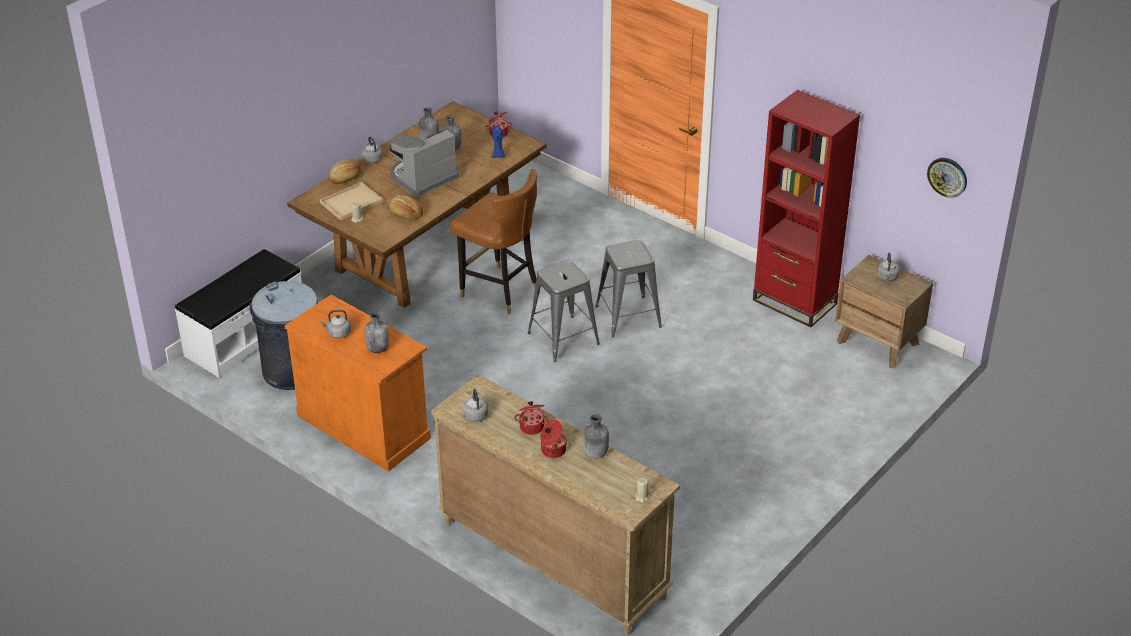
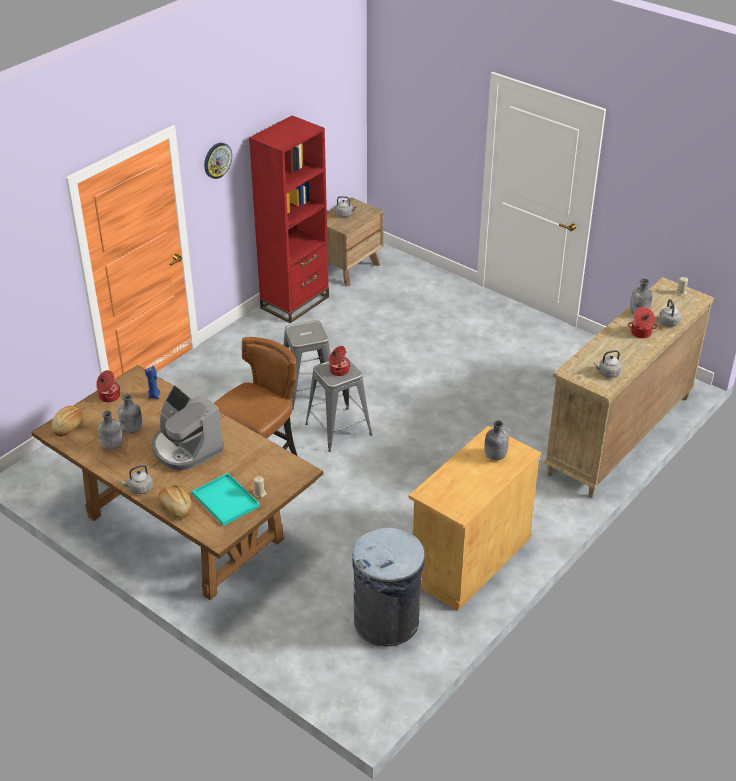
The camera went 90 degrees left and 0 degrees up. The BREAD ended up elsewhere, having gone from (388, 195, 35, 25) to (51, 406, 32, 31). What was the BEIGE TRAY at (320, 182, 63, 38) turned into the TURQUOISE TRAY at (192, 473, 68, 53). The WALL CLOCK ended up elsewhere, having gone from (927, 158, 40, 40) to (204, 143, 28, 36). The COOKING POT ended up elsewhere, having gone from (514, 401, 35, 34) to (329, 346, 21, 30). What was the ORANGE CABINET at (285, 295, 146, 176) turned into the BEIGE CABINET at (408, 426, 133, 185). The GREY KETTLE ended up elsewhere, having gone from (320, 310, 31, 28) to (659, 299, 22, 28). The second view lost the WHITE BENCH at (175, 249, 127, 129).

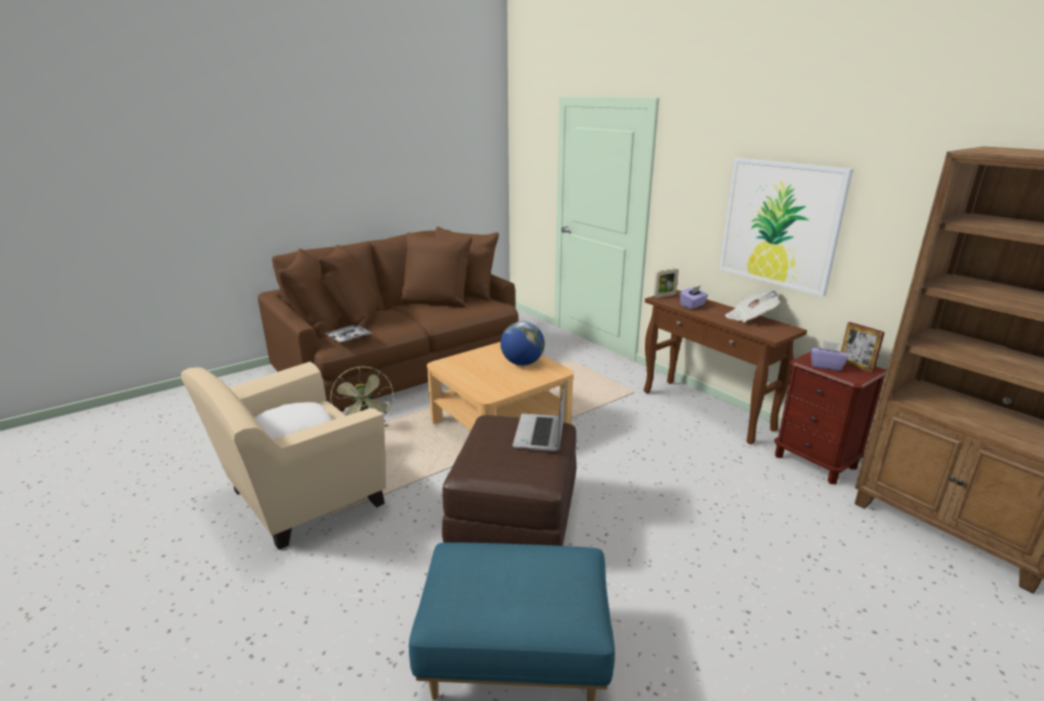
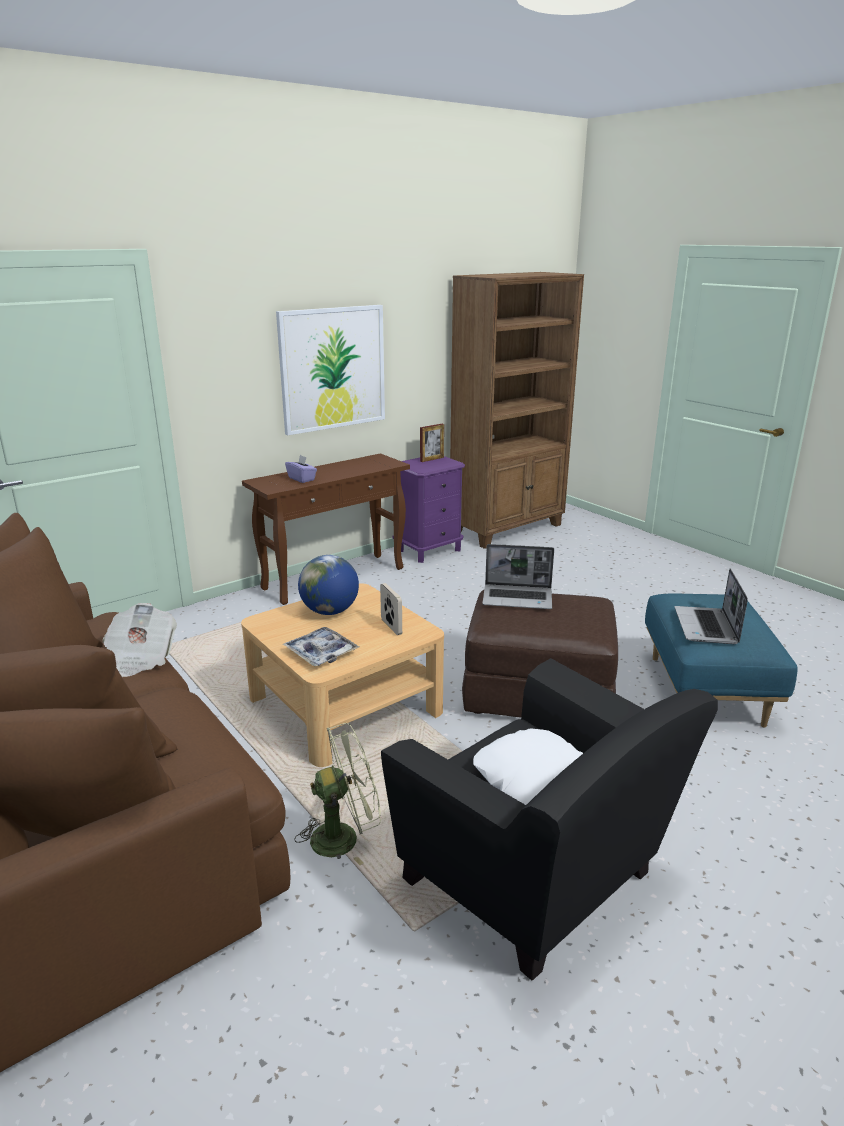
The camera went 90 degrees left and 0 degrees up. The NEWSPAPER ended up elsewhere, having gone from (725, 290, 55, 32) to (103, 603, 74, 74). The TRAY ended up elsewhere, having gone from (325, 325, 47, 18) to (283, 627, 76, 39). The PICTURE FRAME ended up elsewhere, having gone from (653, 268, 26, 30) to (380, 583, 22, 52). What was the BEIGE ARMCHAIR at (181, 362, 205, 188) turned into the BLACK ARMCHAIR at (381, 658, 337, 323). What was the BROWN NIGHTSTAND at (774, 348, 113, 136) turned into the PURPLE NIGHTSTAND at (392, 456, 73, 107). The second view gained the LAPTOP at (675, 568, 73, 76). The second view lost the PURPLE TISSUE BOX at (811, 341, 37, 30).

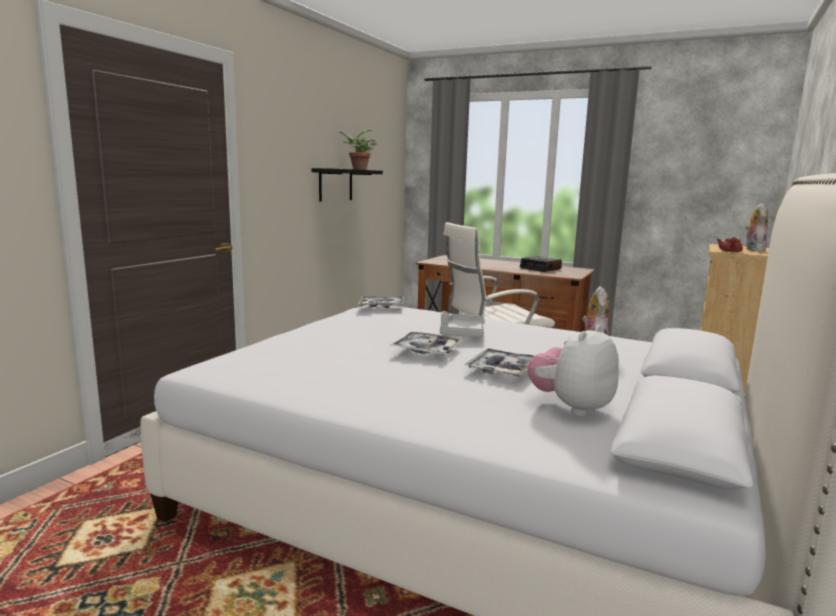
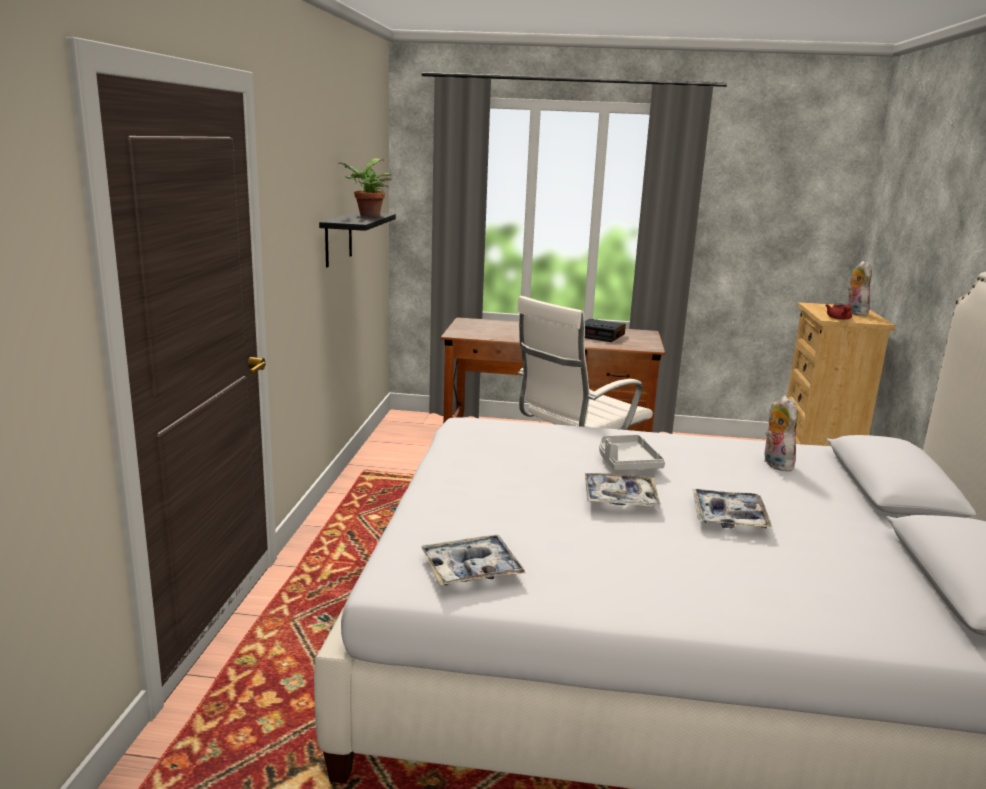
The camera went 20 degrees left and 5 degrees up. The TRAY ended up elsewhere, having gone from (358, 296, 46, 12) to (421, 535, 104, 50). The second view lost the PLUSH TOY at (527, 325, 92, 91).

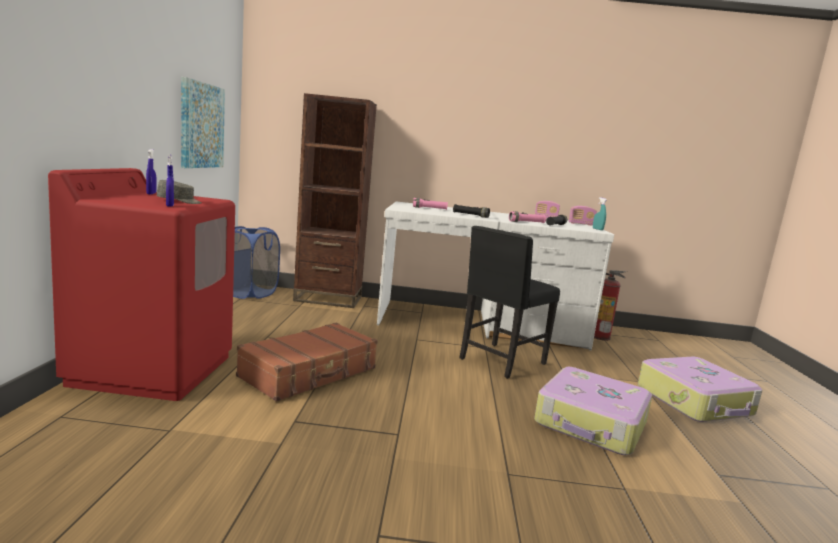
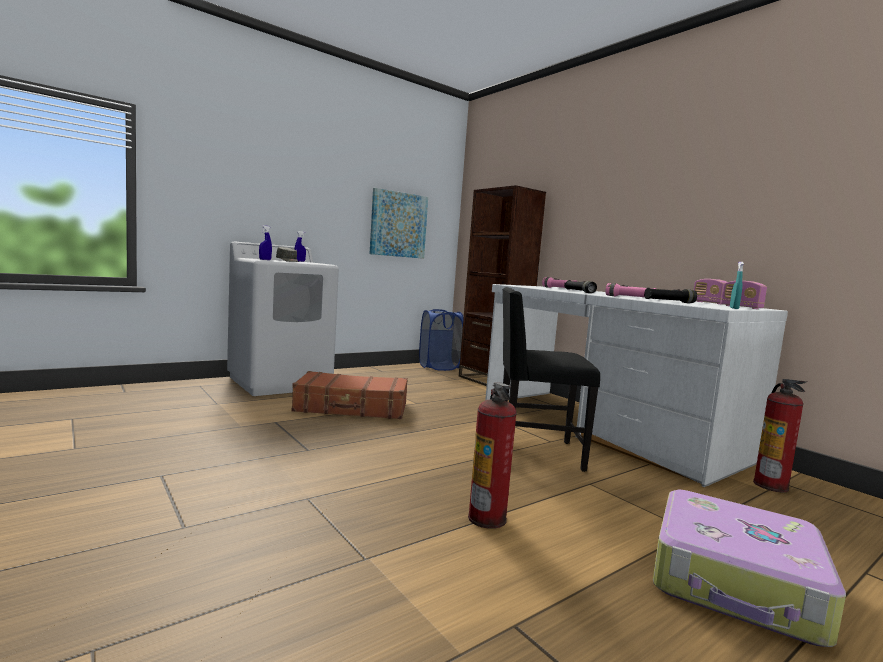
The camera went 50 degrees right and 5 degrees down. What was the RED WASHING MACHINE at (48, 168, 187, 233) turned into the WHITE WASHING MACHINE at (227, 242, 112, 154). Where the SUITCASE stood at (534, 367, 118, 88), the FIRE EXTINGUISHER came to stand at (468, 383, 49, 146).

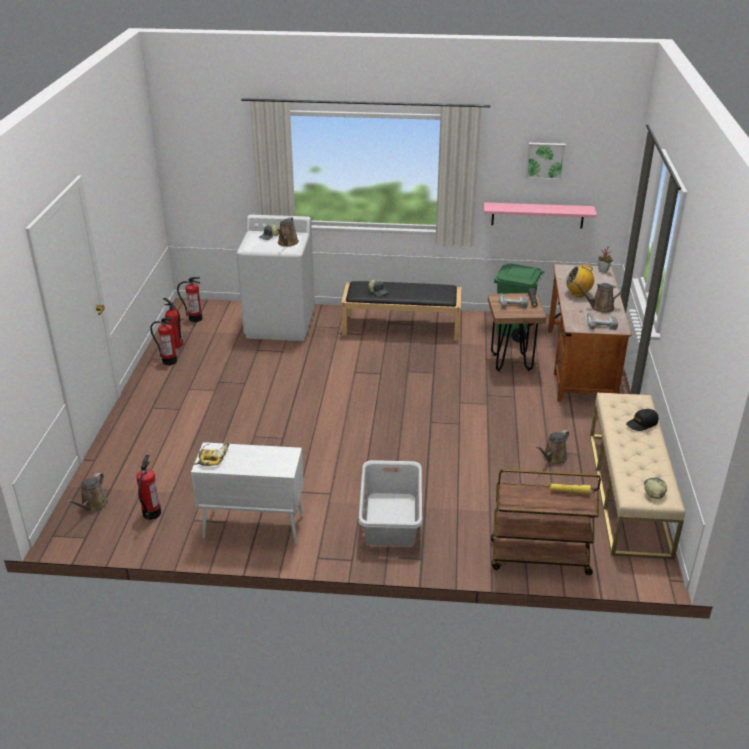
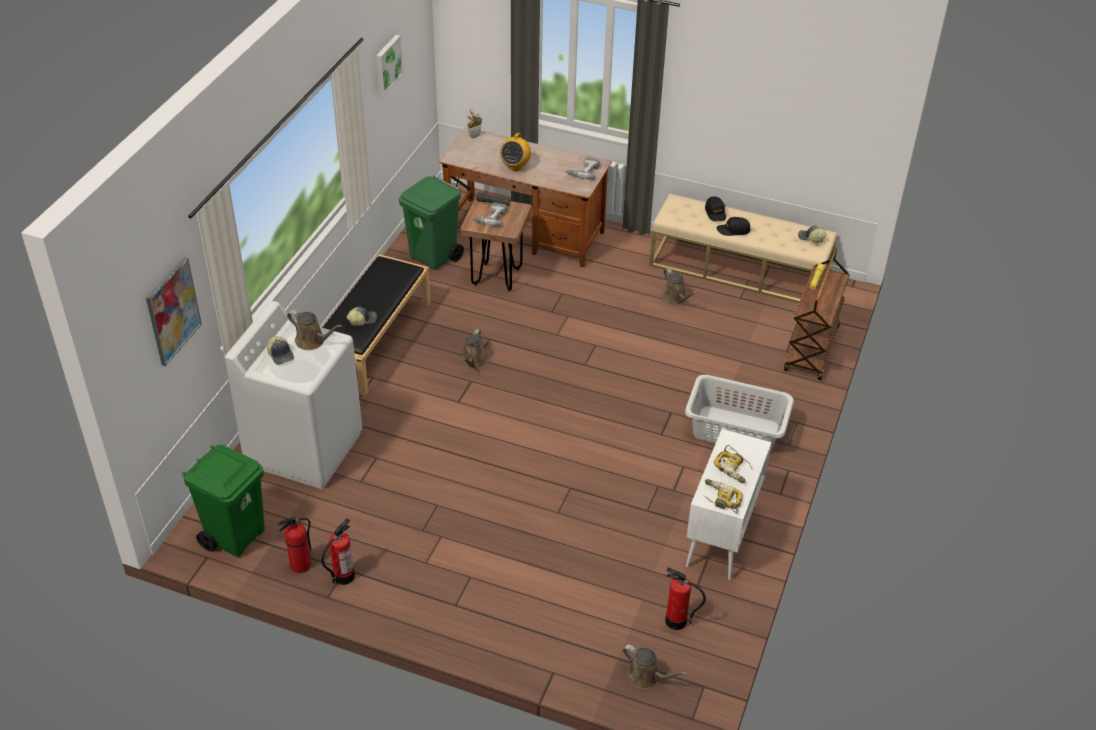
The camera went 75 degrees left and 10 degrees up. The second view gained the PICTURE at (146, 257, 56, 109). Where the FIRE EXTINGUISHER stood at (177, 277, 26, 45), the GREEN TRASH CAN came to stand at (182, 445, 83, 112). The BROWN WATERING CAN ended up elsewhere, having gone from (574, 282, 48, 31) to (461, 329, 26, 40). The second view gained the POWER DRILL at (714, 445, 38, 38). The second view gained the BLACK CAP at (717, 217, 34, 19). The second view lost the PINK SHELF at (484, 202, 113, 26).

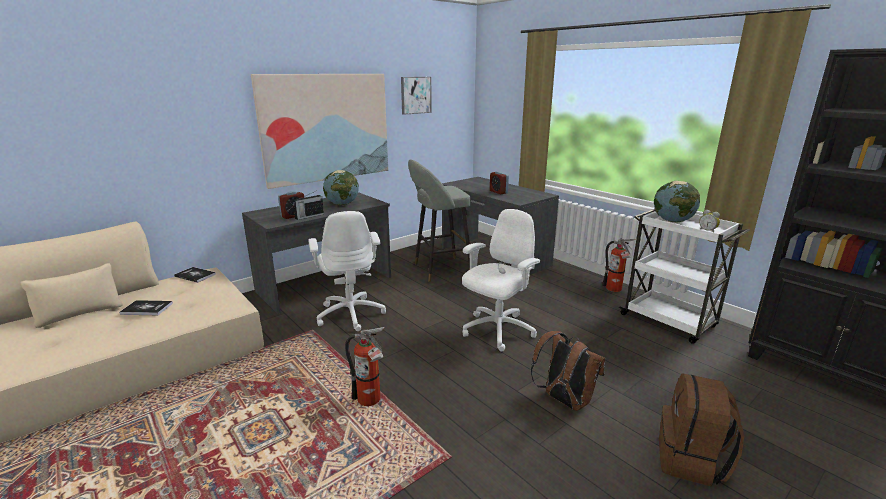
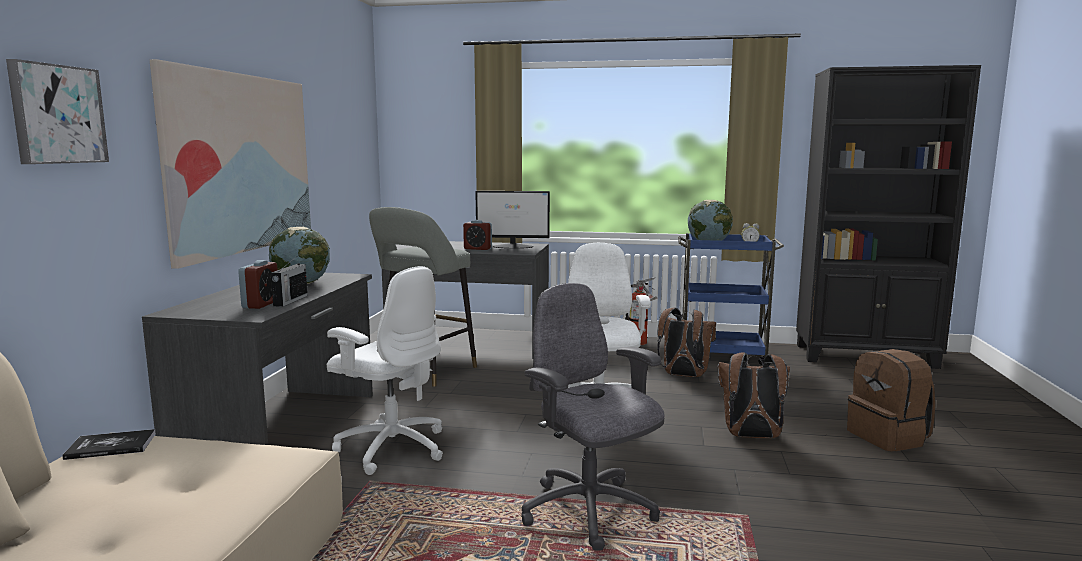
The camera went 40 degrees left and 10 degrees down. The PICTURE ended up elsewhere, having gone from (401, 77, 31, 38) to (6, 59, 103, 105). The second view gained the MONITOR at (475, 191, 75, 58). Where the FIRE EXTINGUISHER stood at (345, 327, 40, 79), the GREY OFFICE CHAIR came to stand at (521, 283, 144, 267). The second view gained the BROWN BACKPACK at (657, 308, 59, 69). What was the WHITE CART at (619, 209, 131, 135) turned into the BLUE CART at (678, 233, 106, 132). The second view lost the BOOK at (119, 300, 54, 15).

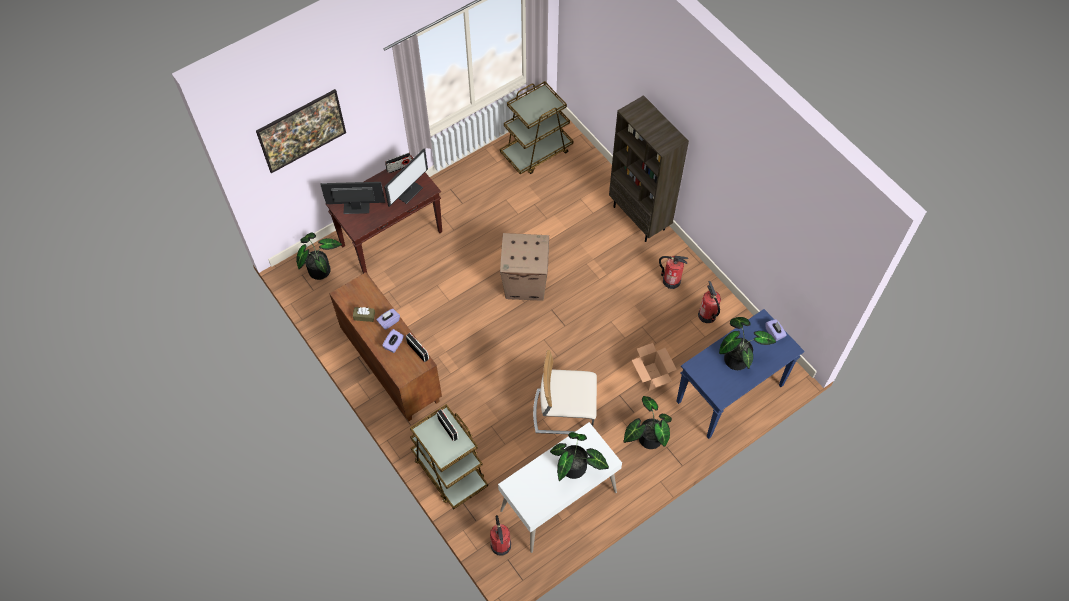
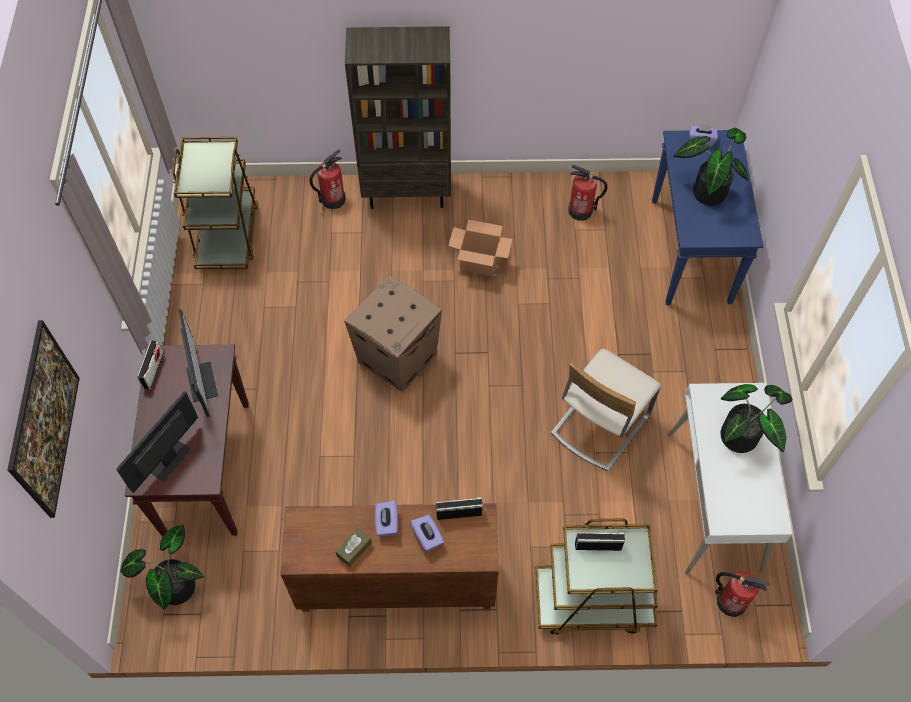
The camera went 55 degrees left and 0 degrees up. The FIRE EXTINGUISHER ended up elsewhere, having gone from (659, 256, 29, 33) to (310, 149, 36, 60). The CARDBOARD BOX ended up elsewhere, having gone from (632, 343, 45, 48) to (448, 220, 65, 56). The second view lost the POTTED PLANT at (623, 396, 49, 53).

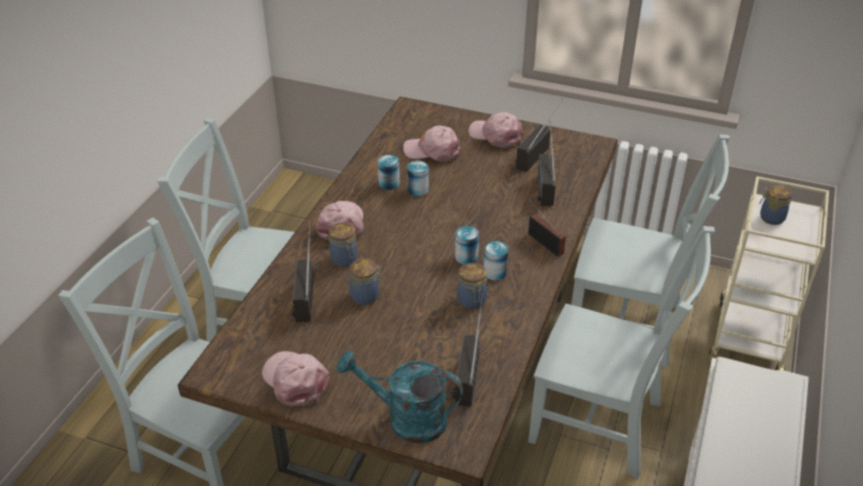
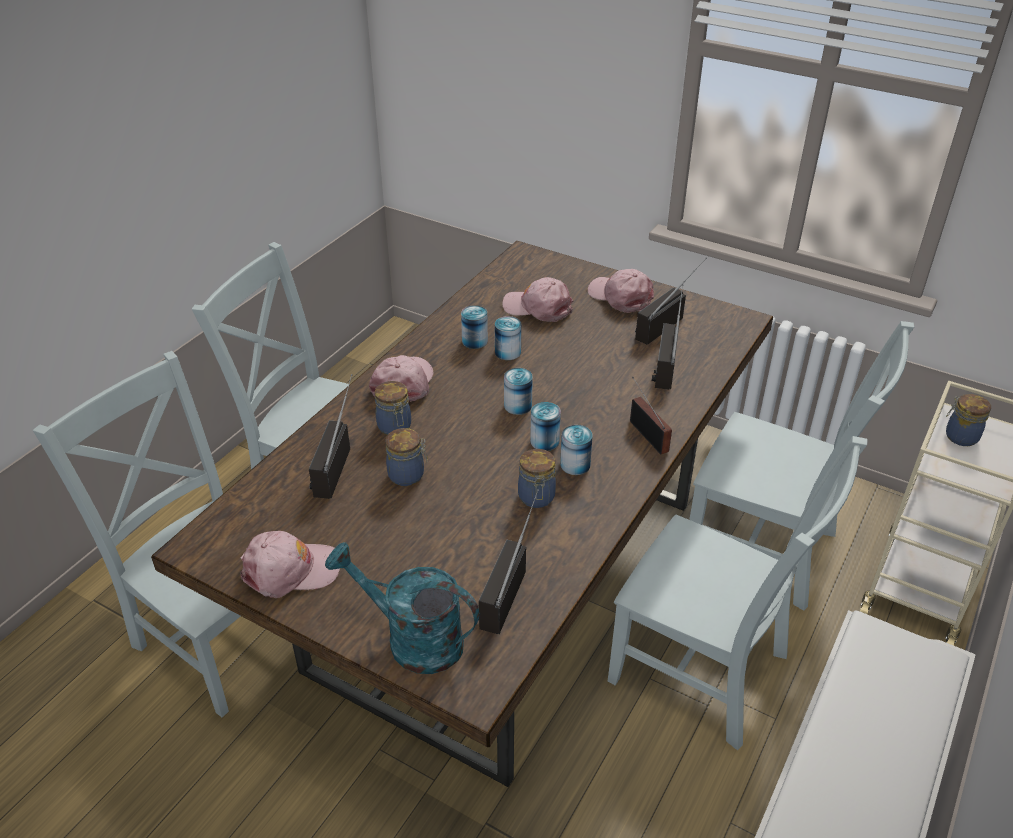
The camera went 10 degrees right and 0 degrees up. The PINK CAP at (262, 351, 68, 56) ended up facing another way, 105 degrees clockwise from before. The second view gained the CAN at (504, 368, 29, 47).

